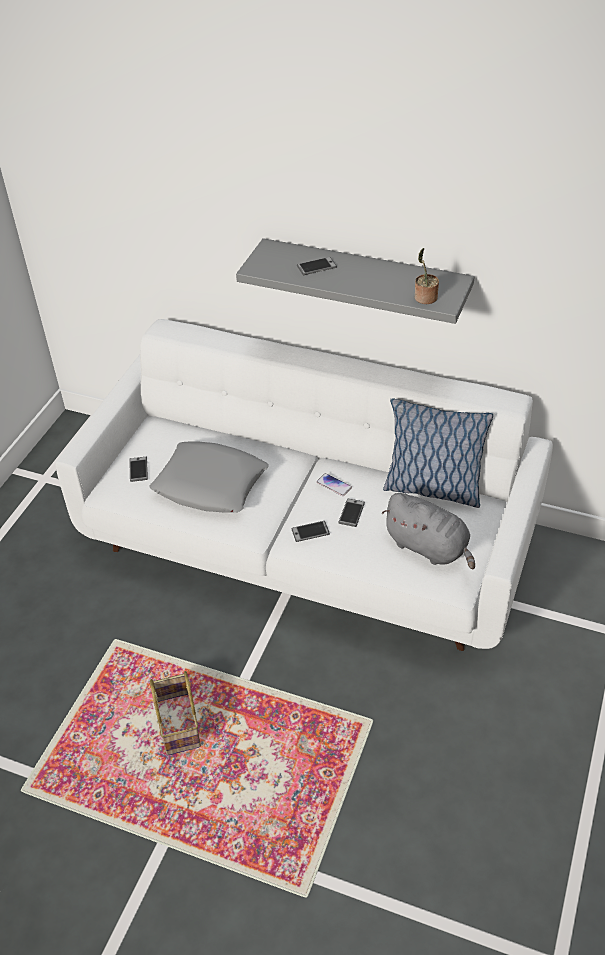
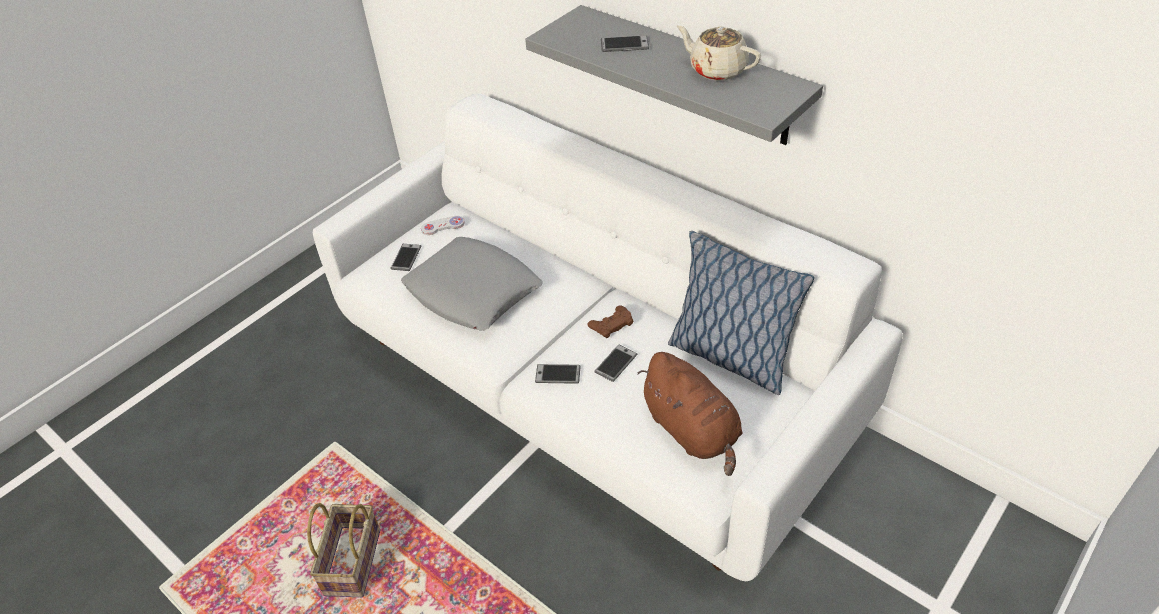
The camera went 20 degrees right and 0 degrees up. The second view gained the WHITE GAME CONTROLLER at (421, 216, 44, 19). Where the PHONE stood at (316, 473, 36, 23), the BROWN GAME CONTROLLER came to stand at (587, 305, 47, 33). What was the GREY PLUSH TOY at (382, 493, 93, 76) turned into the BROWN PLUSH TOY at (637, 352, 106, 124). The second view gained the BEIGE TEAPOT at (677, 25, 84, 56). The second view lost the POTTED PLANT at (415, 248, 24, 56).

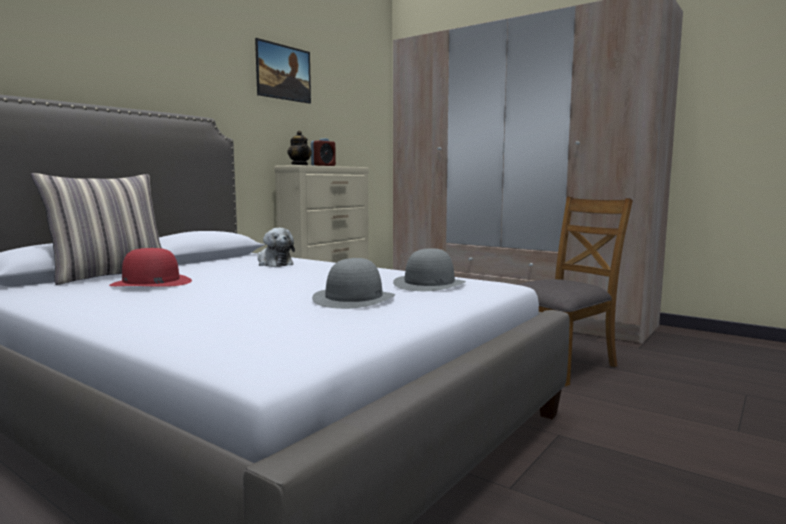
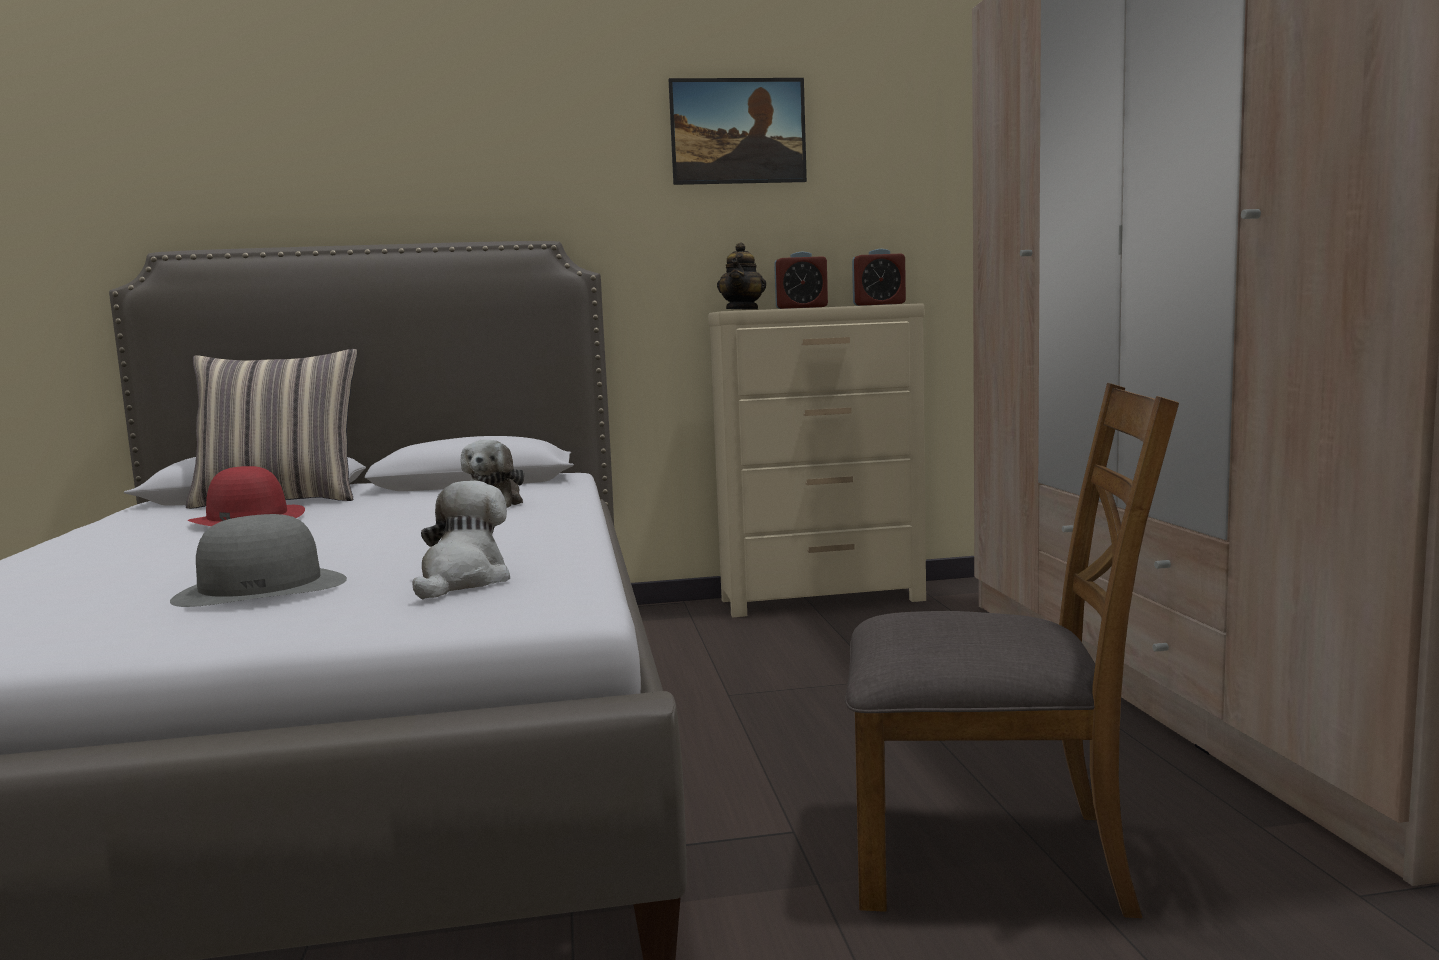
The camera went 45 degrees right and 0 degrees up. Where the GREY HAT stood at (393, 248, 73, 43), the PLUSH TOY came to stand at (412, 481, 98, 118). The second view gained the ALARM CLOCK at (852, 249, 54, 57).

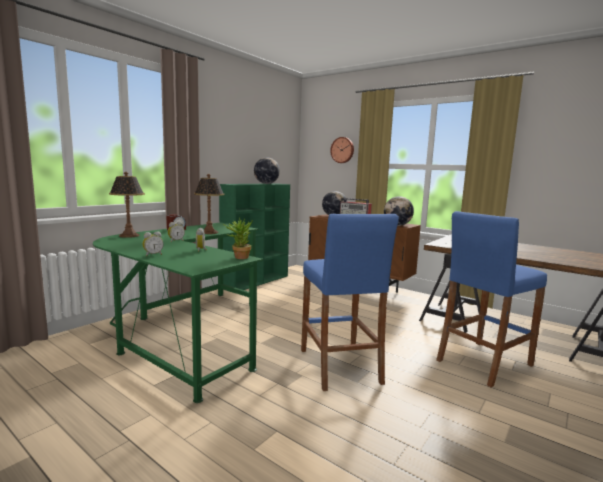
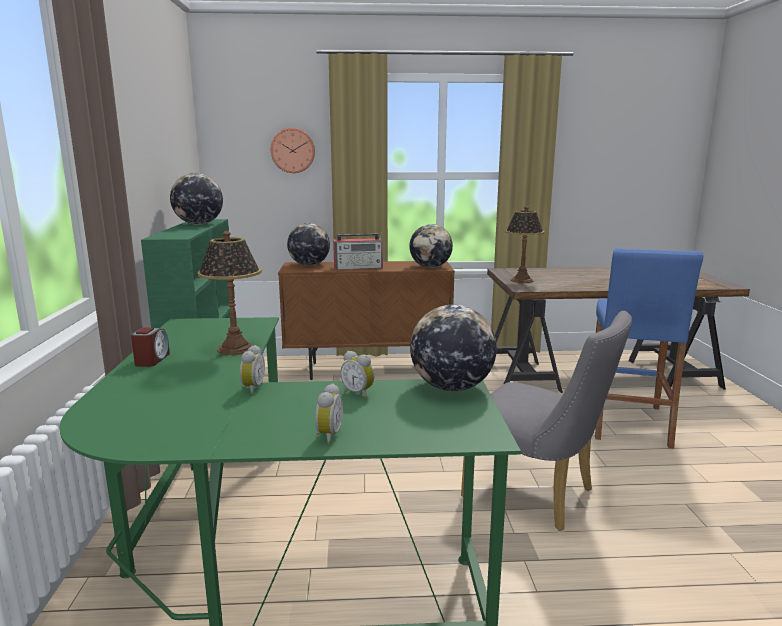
The camera went 40 degrees left and 5 degrees up. Where the POTTED PLANT stood at (223, 217, 30, 42), the GLOBE came to stand at (410, 305, 87, 86). Where the BLUE STOOL stood at (301, 214, 98, 177), the GREY CHAIR came to stand at (461, 311, 171, 220). The TABLE LAMP ended up elsewhere, having gone from (109, 172, 36, 66) to (505, 206, 39, 77).

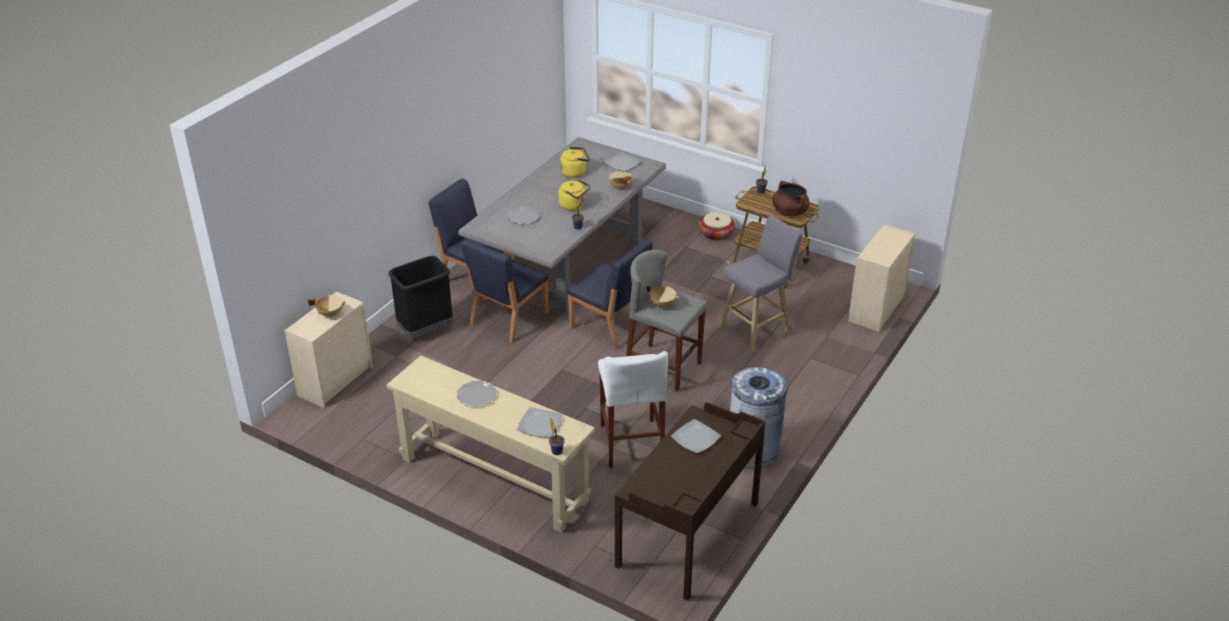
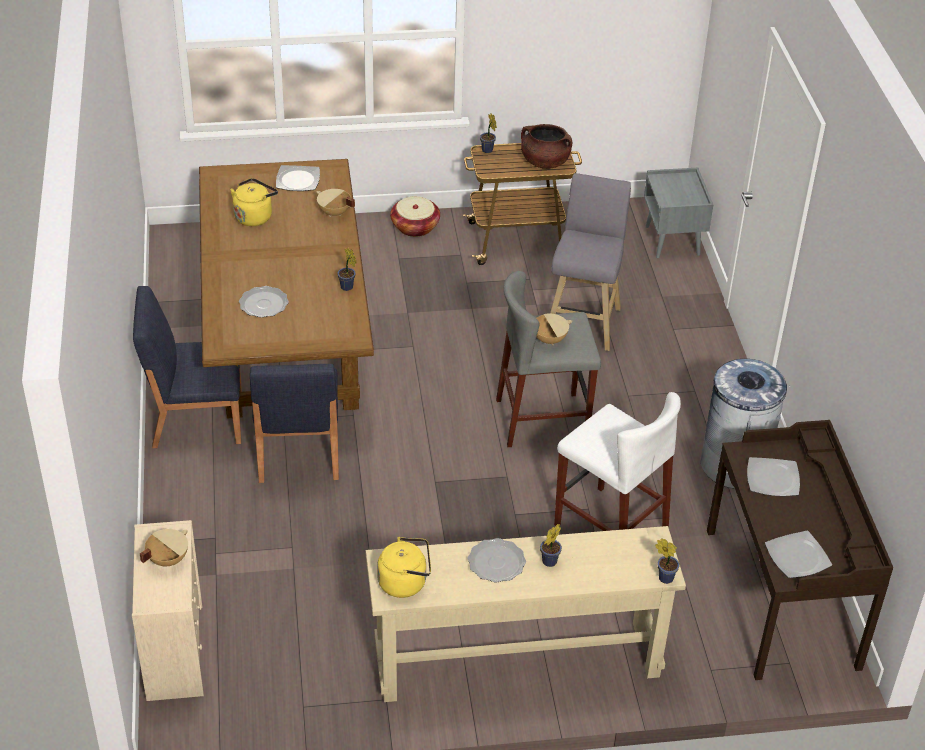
The camera went 40 degrees left and 5 degrees up. What was the GREY DINING TABLE at (458, 137, 208, 176) turned into the BROWN DINING TABLE at (199, 159, 175, 259). The YELLOW KETTLE ended up elsewhere, having gone from (558, 179, 33, 32) to (377, 537, 54, 61). The second view gained the POTTED PLANT at (540, 524, 22, 43). Where the BEIGE DRESSER stood at (848, 224, 67, 108), the GREY NIGHTSTAND came to stand at (644, 168, 69, 90). The PLATE ended up elsewhere, having gone from (517, 407, 46, 31) to (765, 531, 67, 47). The second view lost the BLACK TRASH CAN at (389, 256, 64, 81). The second view lost the BLUE CHAIR at (567, 240, 86, 110).

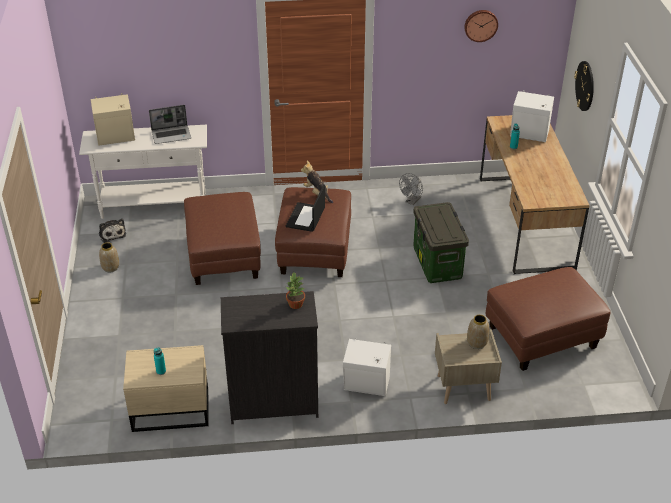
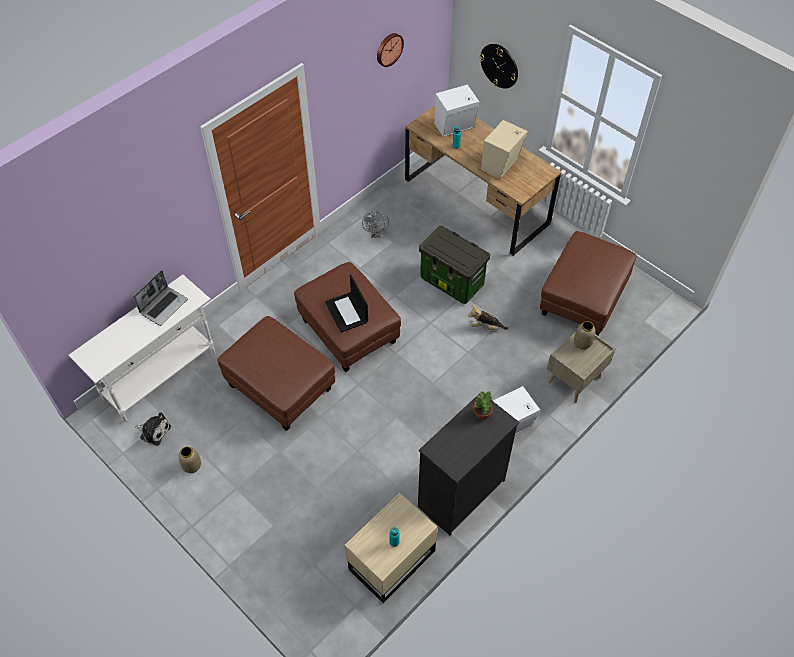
The camera went 40 degrees left and 15 degrees up. The PLUSH TOY ended up elsewhere, having gone from (301, 161, 32, 42) to (468, 306, 40, 24). The BEIGE SPEAKER ended up elsewhere, having gone from (91, 93, 44, 53) to (481, 120, 46, 59).

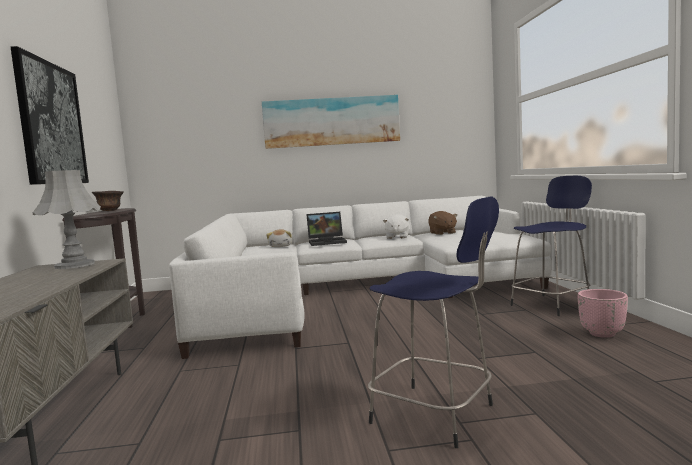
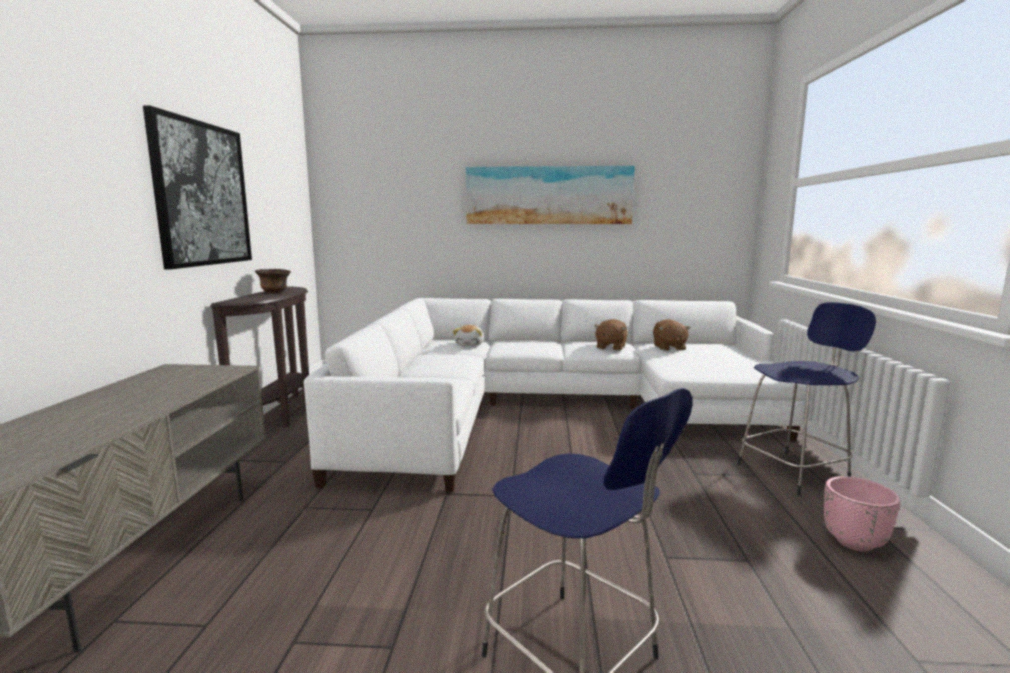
The camera went 10 degrees right and 5 degrees up. What was the WHITE PLUSH TOY at (383, 214, 26, 25) turned into the BROWN PLUSH TOY at (594, 319, 34, 32). The second view lost the GREY TABLE LAMP at (33, 170, 68, 99). The second view lost the LAPTOP at (307, 212, 40, 34).

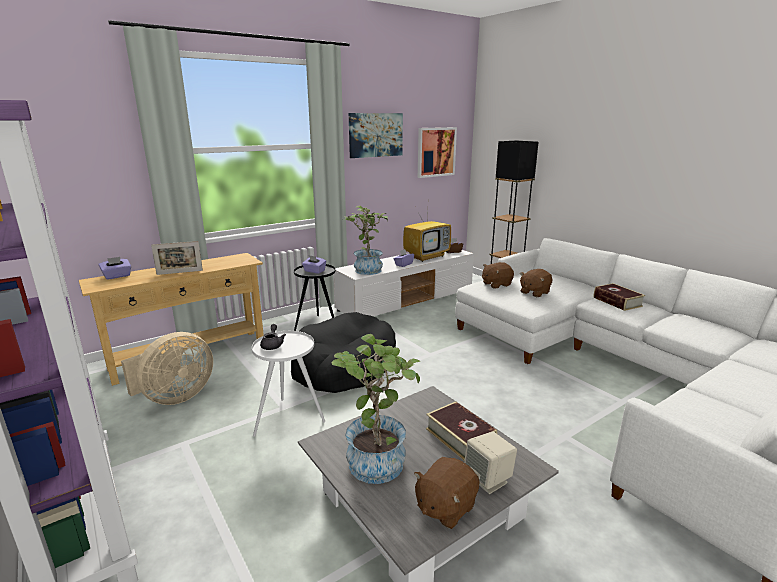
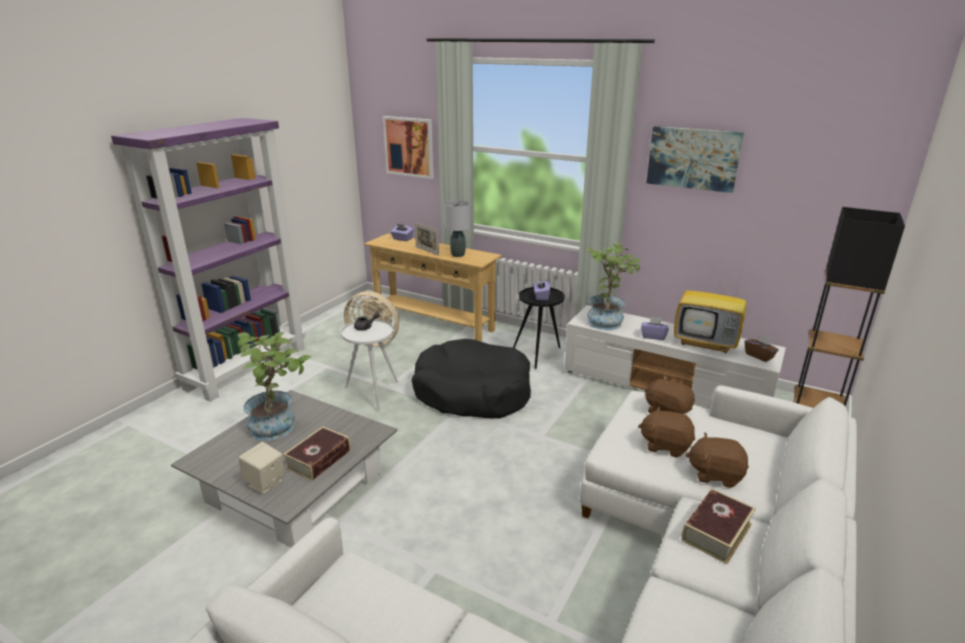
The camera went 65 degrees right and 5 degrees up. The PICTURE ended up elsewhere, having gone from (418, 127, 39, 51) to (383, 116, 51, 63). The second view gained the GREY TABLE LAMP at (444, 200, 26, 57). The BROWN PLUSH TOY ended up elsewhere, having gone from (414, 457, 66, 72) to (686, 433, 63, 55).

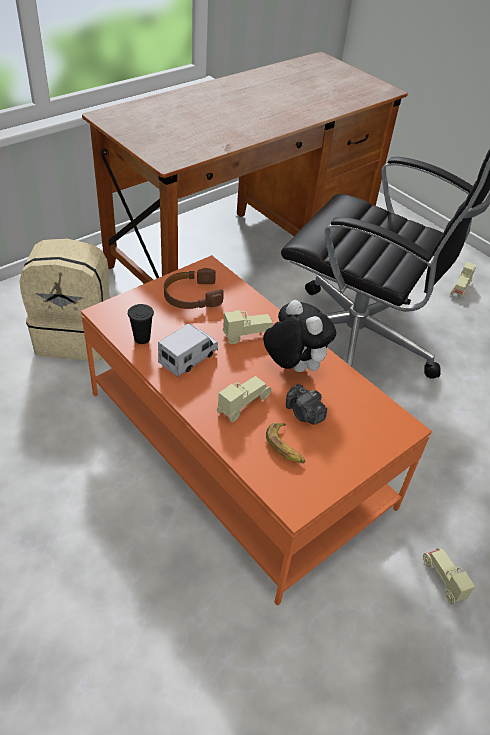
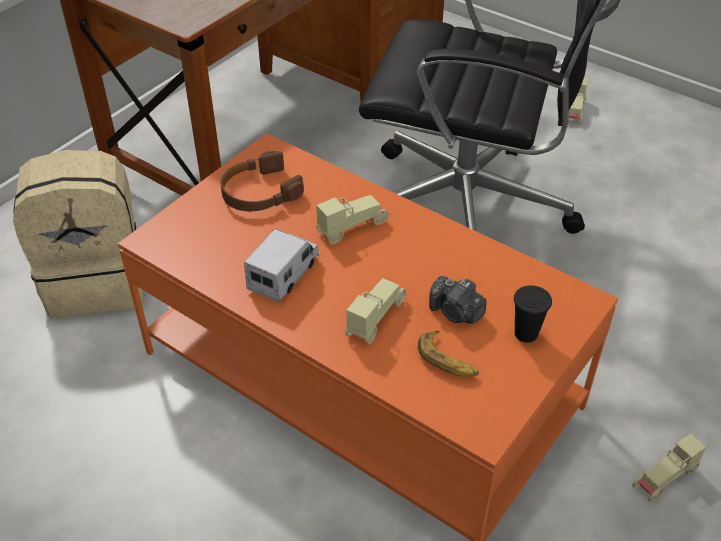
The camera went 10 degrees left and 0 degrees up. The BLACK CUP ended up elsewhere, having gone from (128, 304, 26, 40) to (514, 285, 38, 58). The BEIGE TOY CAR at (423, 548, 52, 56) ended up facing another way, 90 degrees counterclockwise from before. The second view lost the PLUSH TOY at (263, 300, 73, 72).

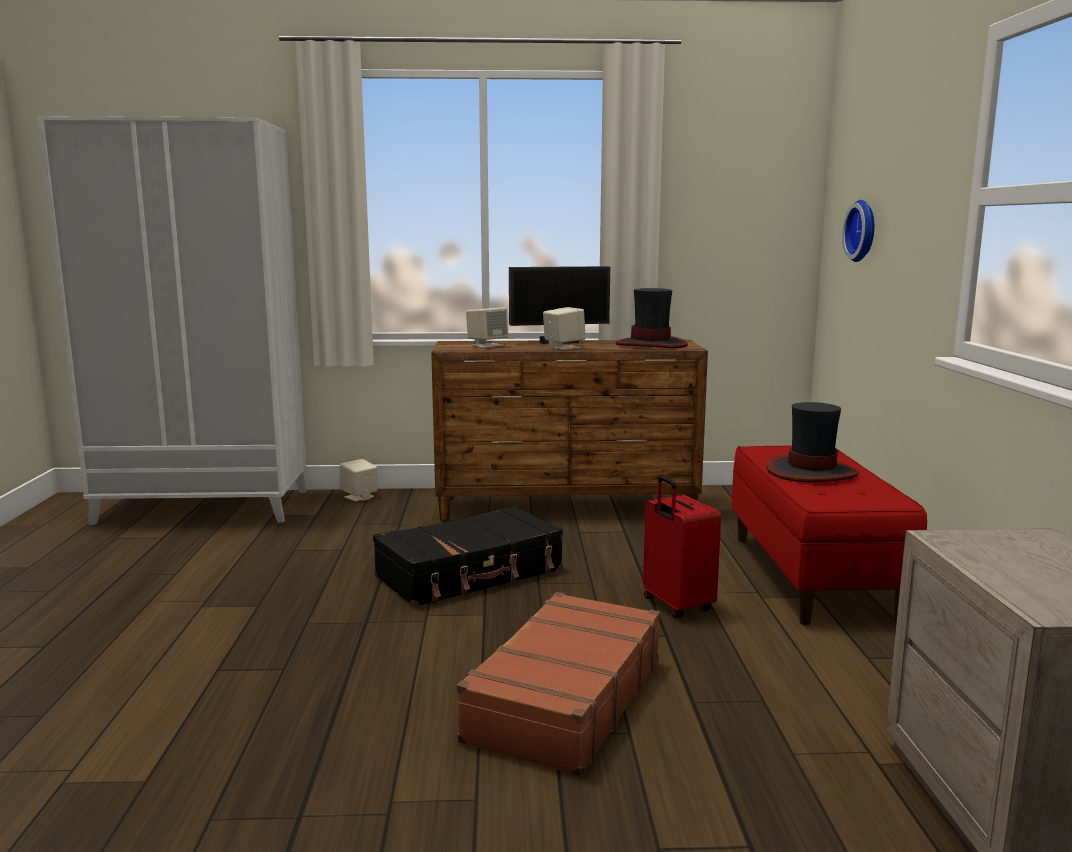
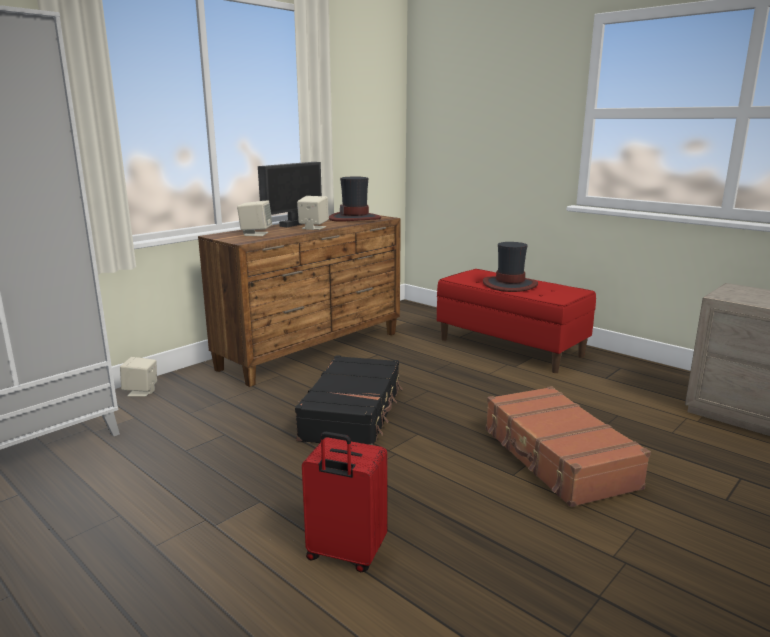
The camera went 45 degrees left and 5 degrees up. The RED SUITCASE ended up elsewhere, having gone from (643, 476, 78, 142) to (302, 432, 85, 141). The second view lost the WALL CLOCK at (842, 200, 32, 62).

